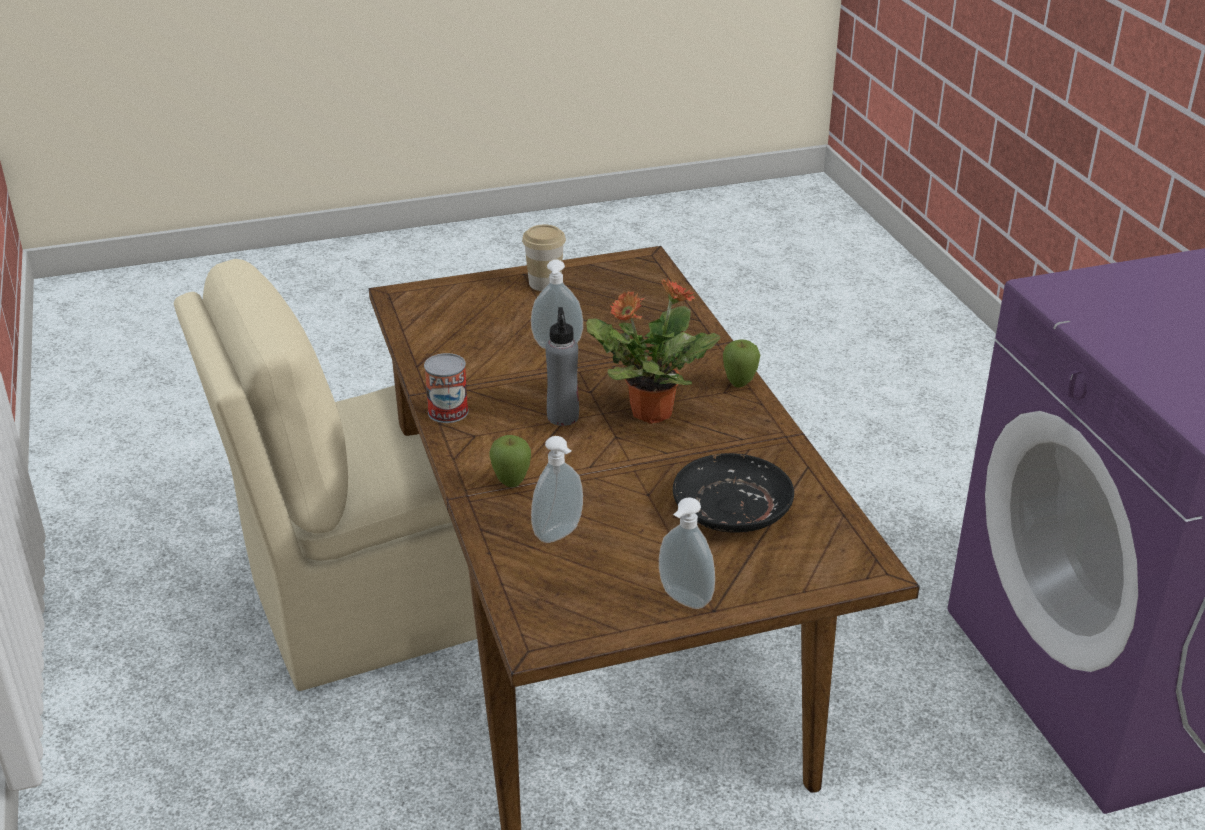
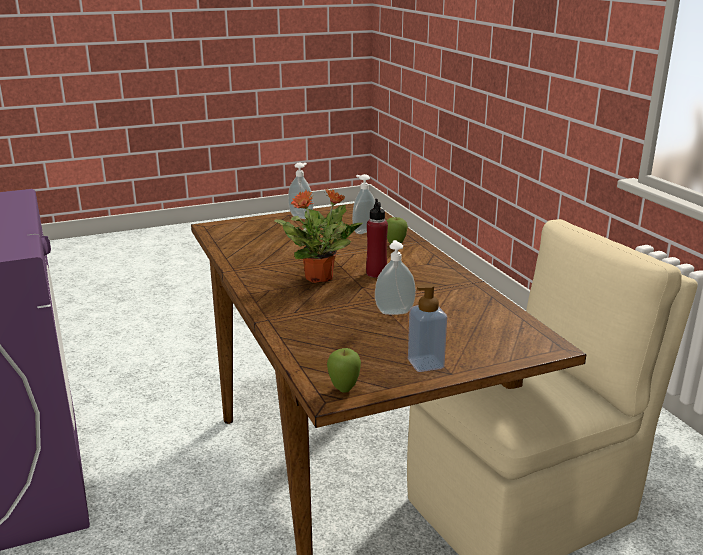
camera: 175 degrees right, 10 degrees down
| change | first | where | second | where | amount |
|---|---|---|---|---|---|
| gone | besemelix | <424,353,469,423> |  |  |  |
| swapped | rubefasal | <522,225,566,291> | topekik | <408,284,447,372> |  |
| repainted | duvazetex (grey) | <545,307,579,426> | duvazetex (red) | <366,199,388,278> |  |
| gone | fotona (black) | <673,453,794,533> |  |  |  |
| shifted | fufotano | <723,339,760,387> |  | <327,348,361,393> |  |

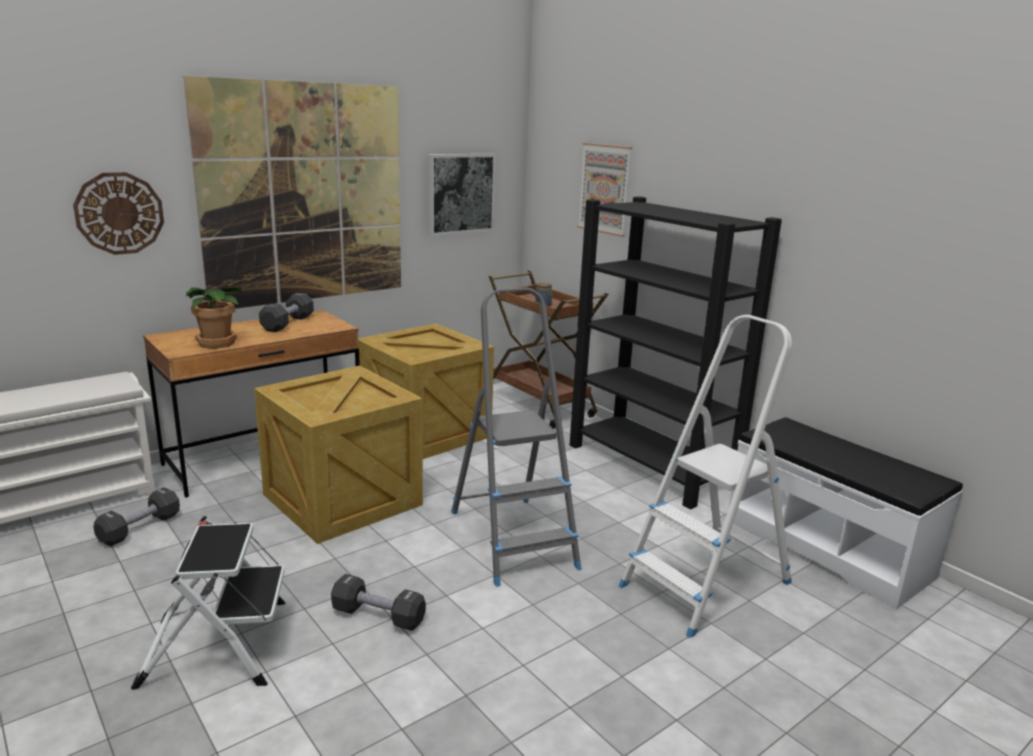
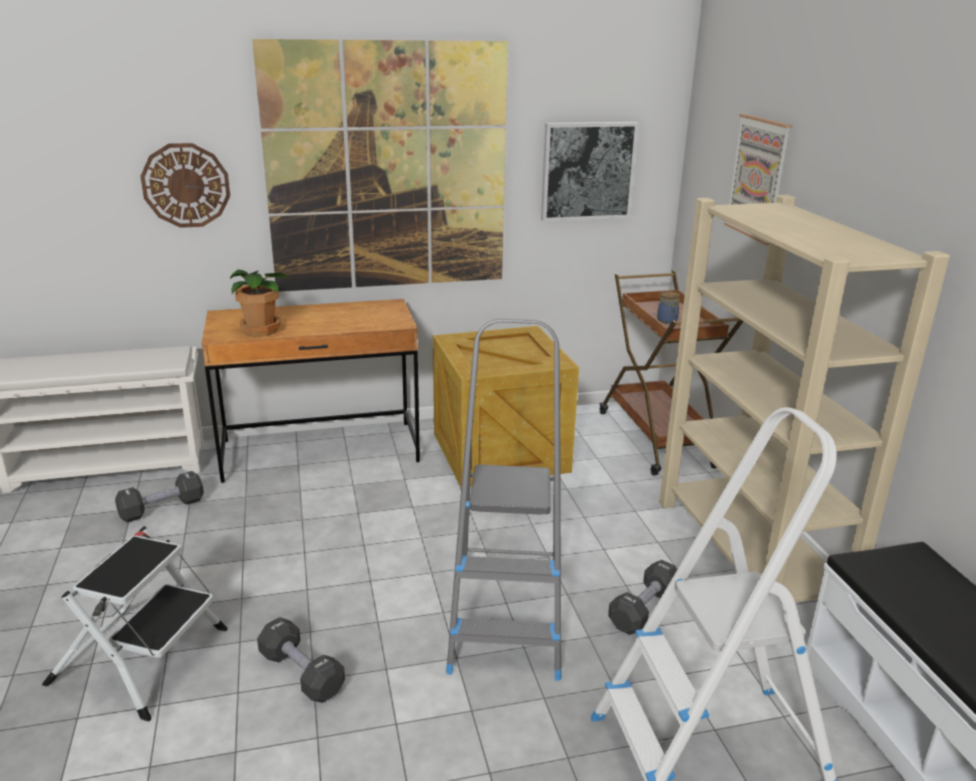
camera: 25 degrees right, 5 degrees up
| change | first | where | second | where | amount |
|---|---|---|---|---|---|
| gone | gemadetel | <254,366,423,544> |  |  |  |
| shifted | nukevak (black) | <259,292,314,332> |  | <608,560,677,635> |  |
| repainted | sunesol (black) | <570,196,782,509> | sunesol (beige) | <659,195,950,602> |  |

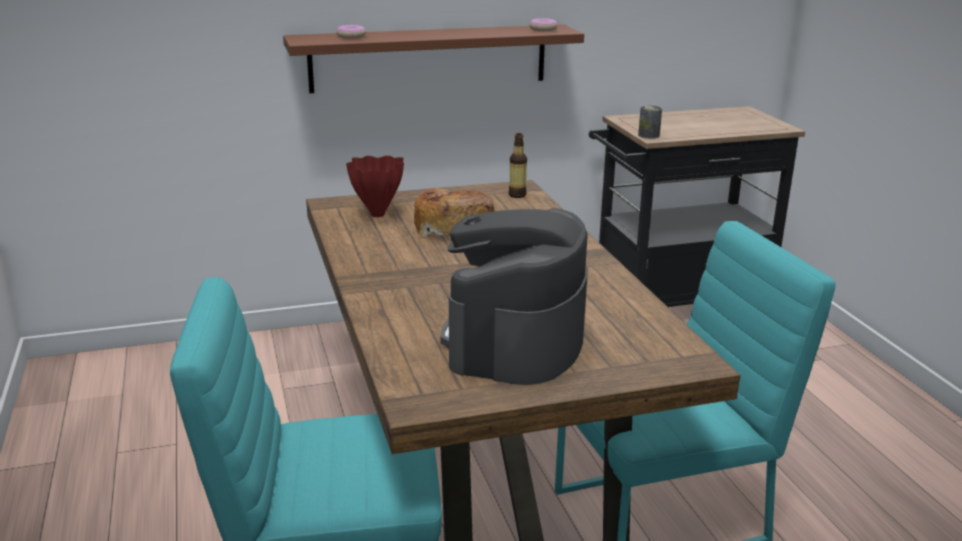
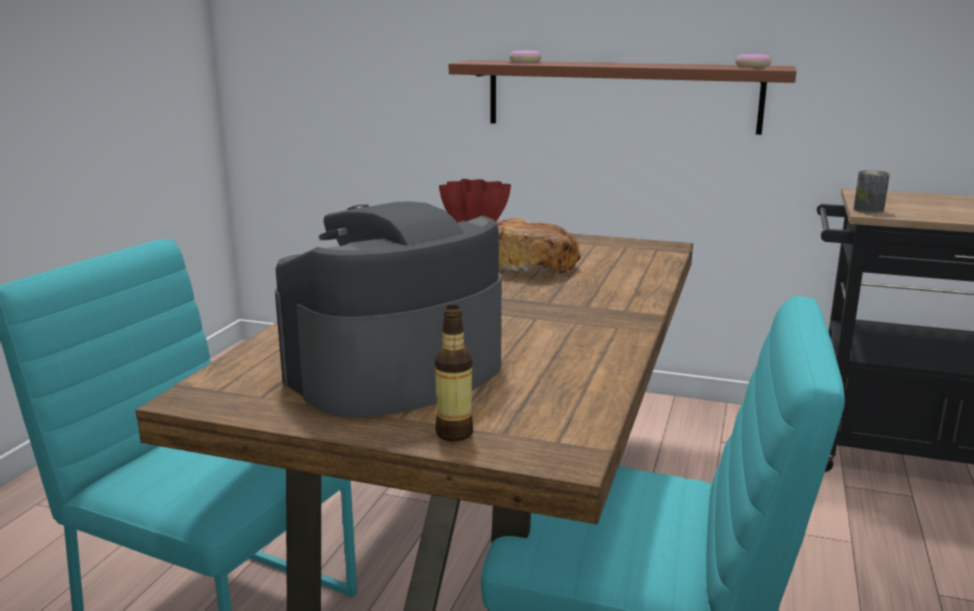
camera: 35 degrees right, 5 degrees down
| change | first | where | second | where | amount |
|---|---|---|---|---|---|
| shifted | duvazetex | <509,133,527,198> |  | <435,305,473,442> |  |

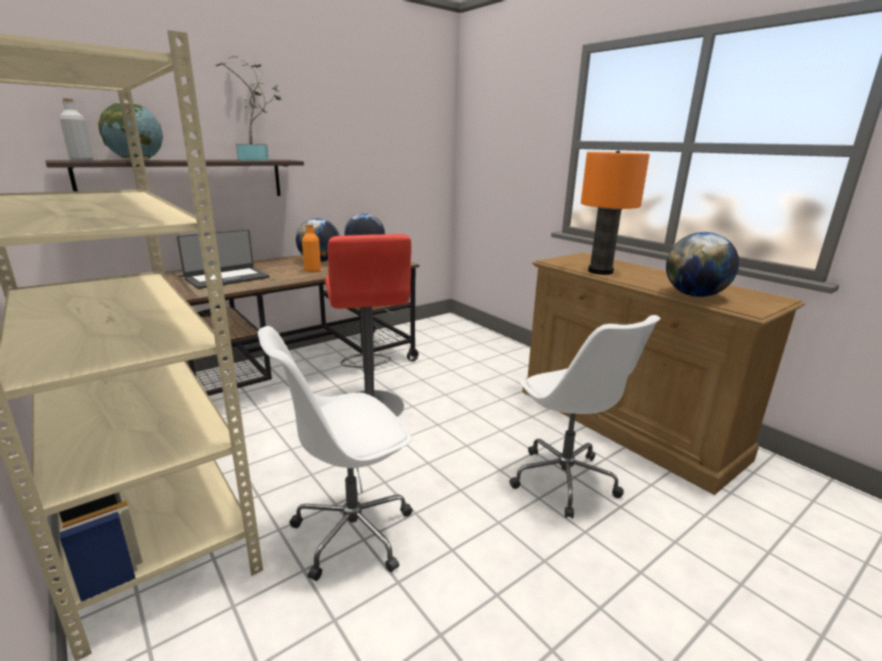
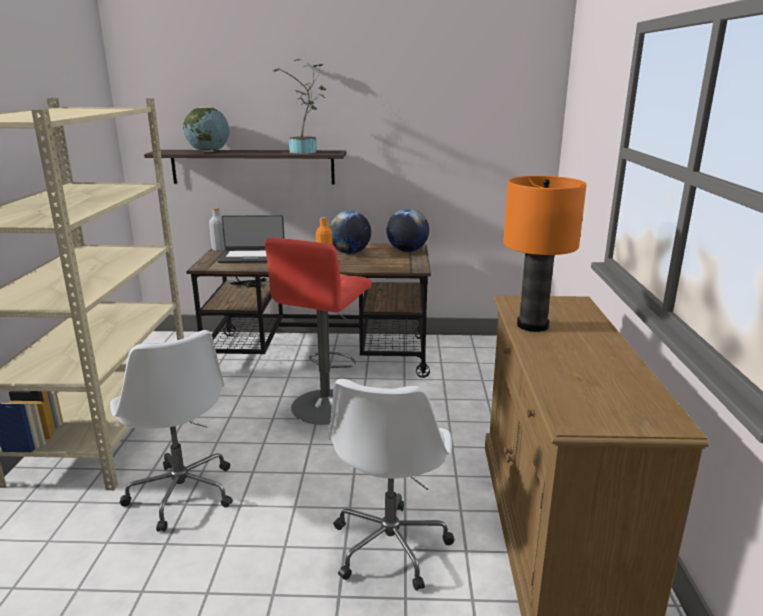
camera: 40 degrees right, 0 degrees up
| change | first | where | second | where | amount |
|---|---|---|---|---|---|
| shifted | duvazetex (grey) | <60,98,93,161> |  | <209,208,225,252> |  |
| rotated | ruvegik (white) | <258,326,413,581> |  | <110,330,233,532> | 135 degrees counterclockwise |
| gone | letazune | <666,232,739,297> |  |  |  |

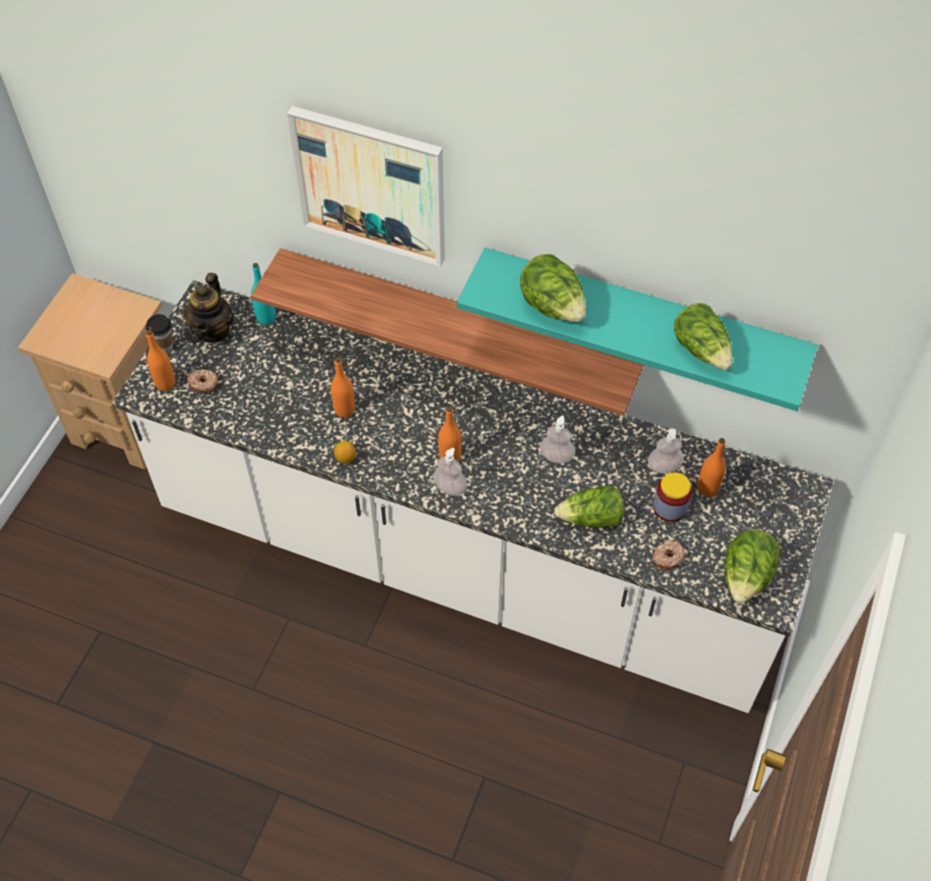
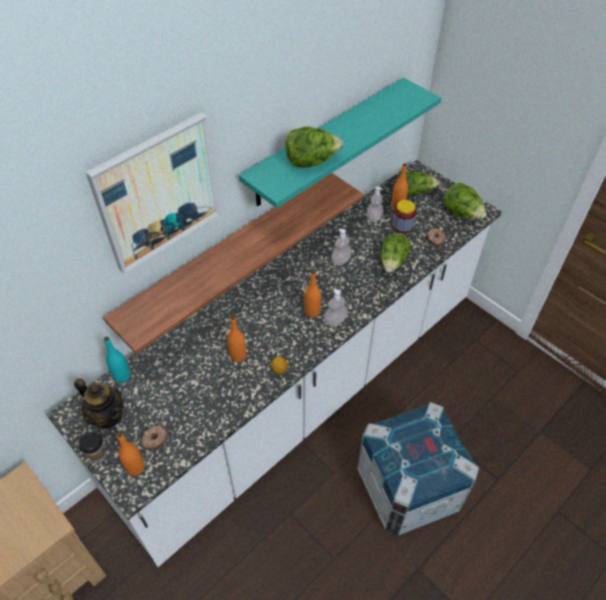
camera: 65 degrees left, 5 degrees down
| change | first | where | second | where | amount |
|---|---|---|---|---|---|
| shifted | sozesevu | <674,303,732,370> |  | <399,172,439,196> |  |
| new |  |  | gemadetel | <357,402,479,536> |  |

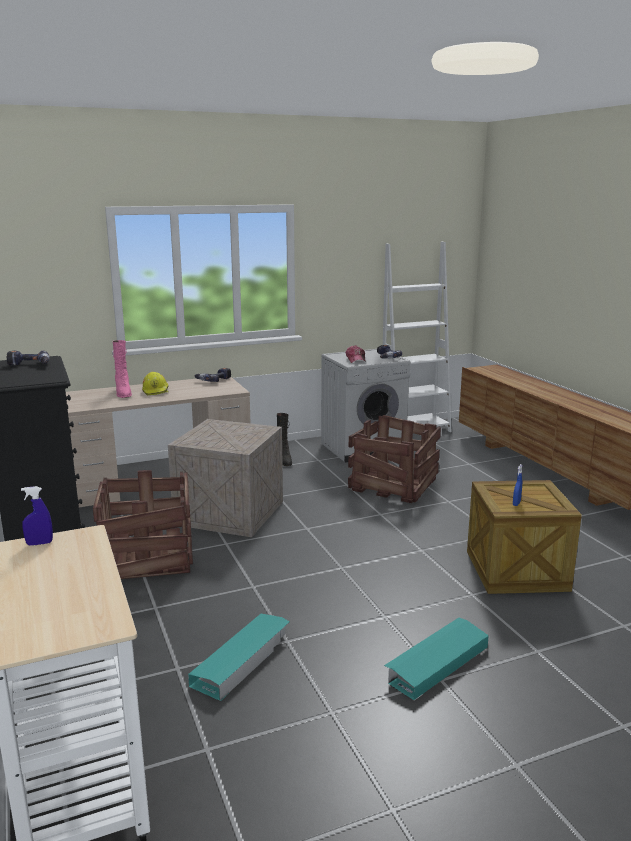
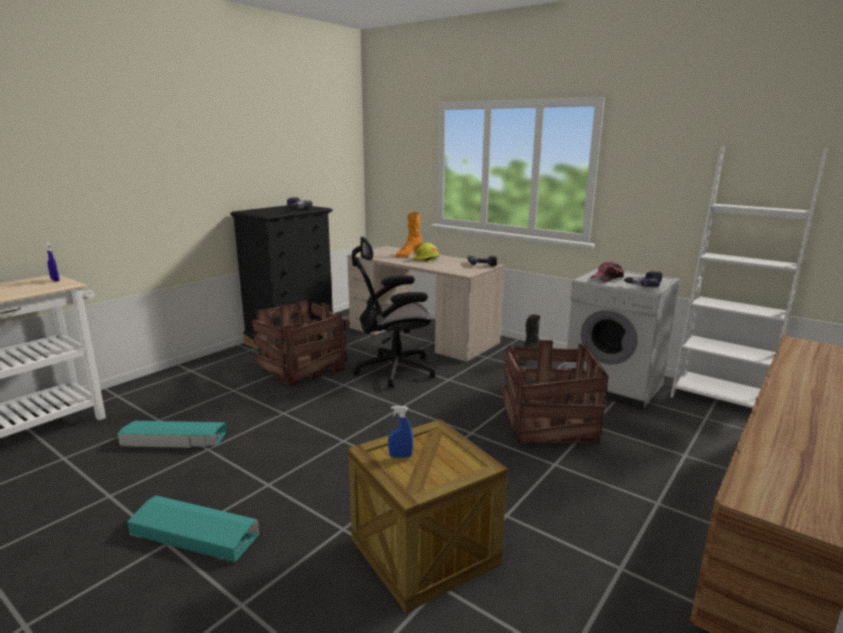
camera: 60 degrees right, 0 degrees up
| change | first | where | second | where | amount |
|---|---|---|---|---|---|
| repainted | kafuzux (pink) | <113,340,132,398> | kafuzux (orange) | <395,212,422,257> |  |
| swapped | gemadetel | <168,419,283,537> | ruvegik | <352,237,436,388> |  |

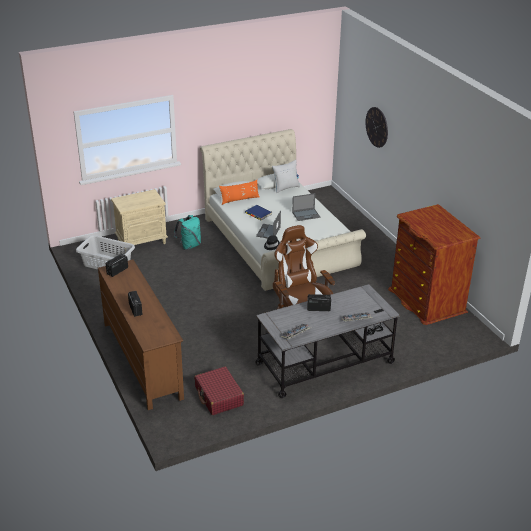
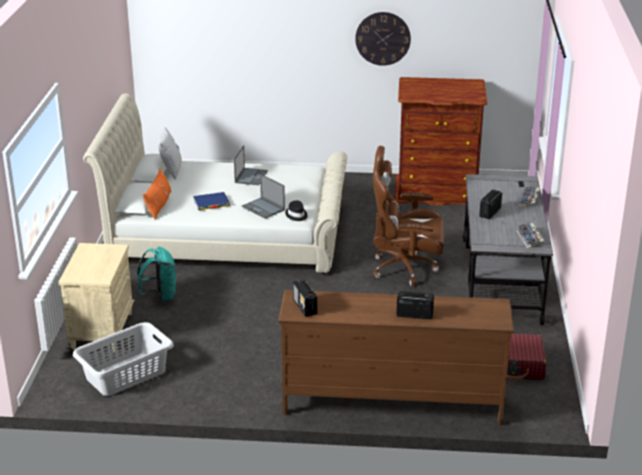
camera: 60 degrees left, 5 degrees down
| change | first | where | second | where | amount |
|---|---|---|---|---|---|
| shifted | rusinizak | <366,107,388,148> |  | <355,12,411,66> |  |

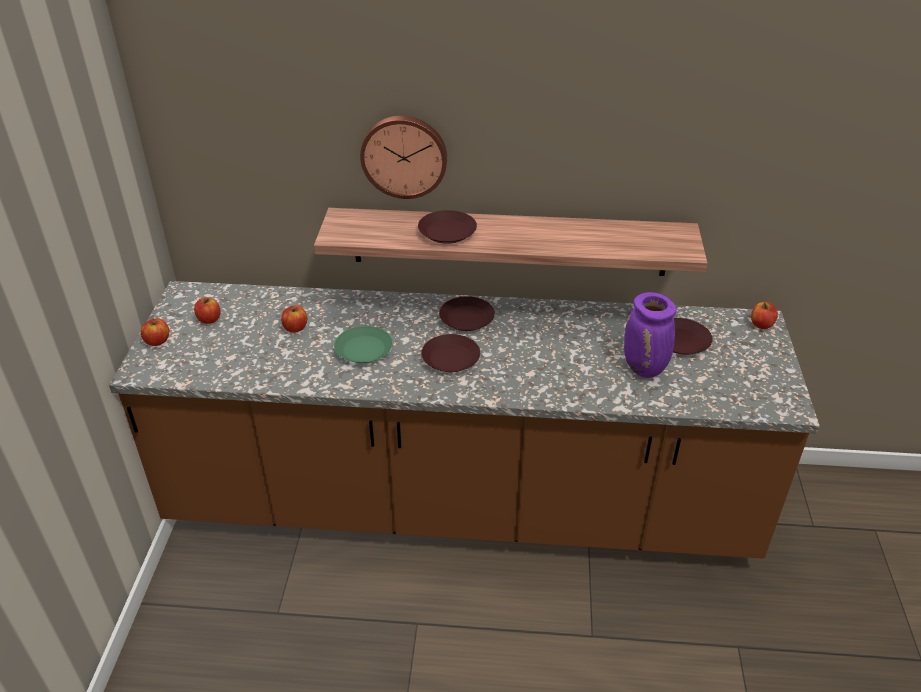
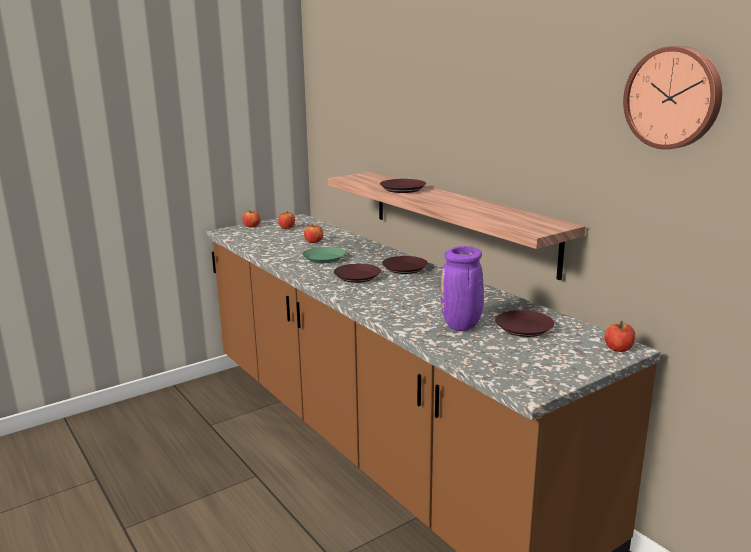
camera: 50 degrees right, 20 degrees down
| change | first | where | second | where | amount |
|---|---|---|---|---|---|
| shifted | rusinizak | <360,116,447,199> |  | <623,46,722,149> |  |

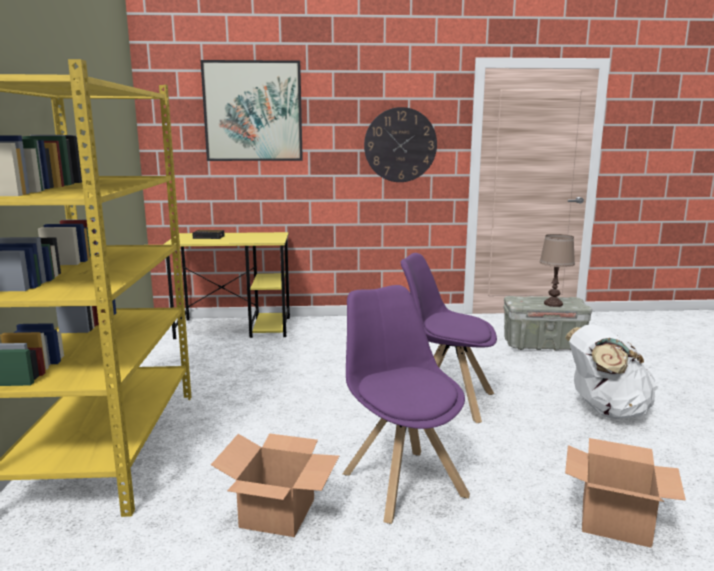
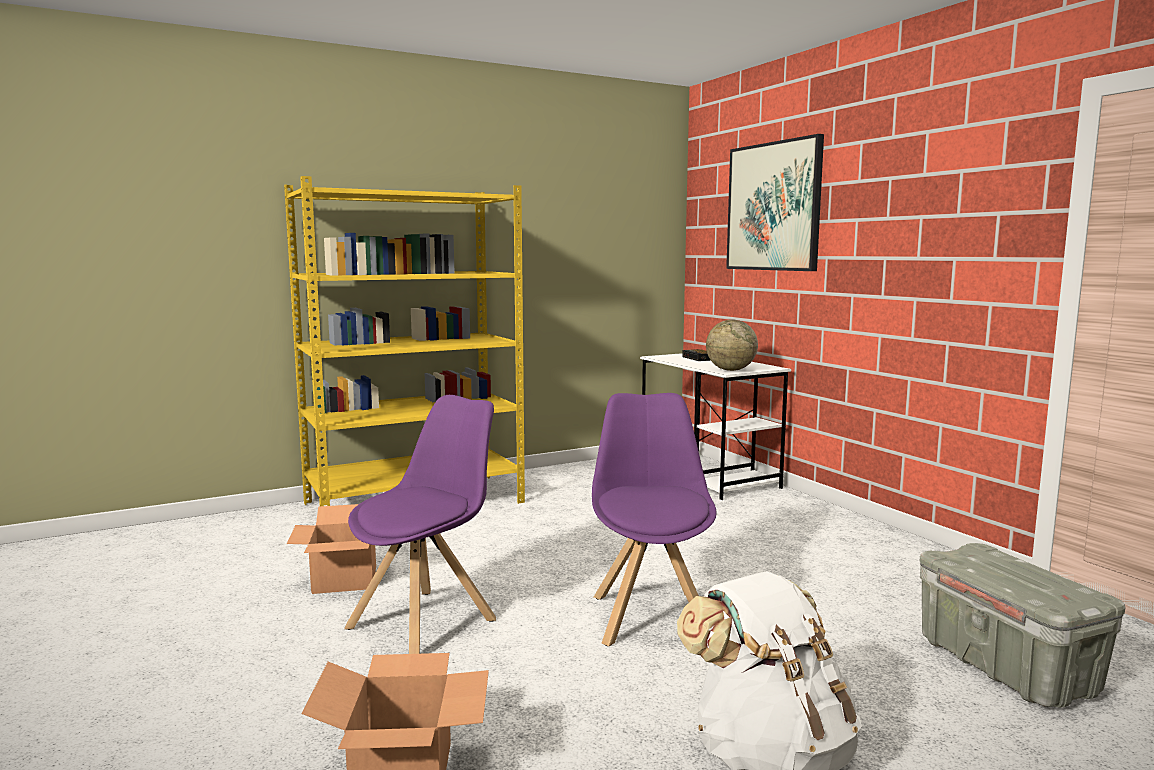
camera: 65 degrees right, 5 degrees down
| change | first | where | second | where | amount |
|---|---|---|---|---|---|
| repainted | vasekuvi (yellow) | <163,232,290,339> | vasekuvi (white) | <640,353,791,500> |  |
| gone | rusinizak | <364,107,437,182> |  |  |  |
| gone | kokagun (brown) | <540,234,575,307> |  |  |  |
| new |  |  | letazune | <706,320,758,371> |  |

